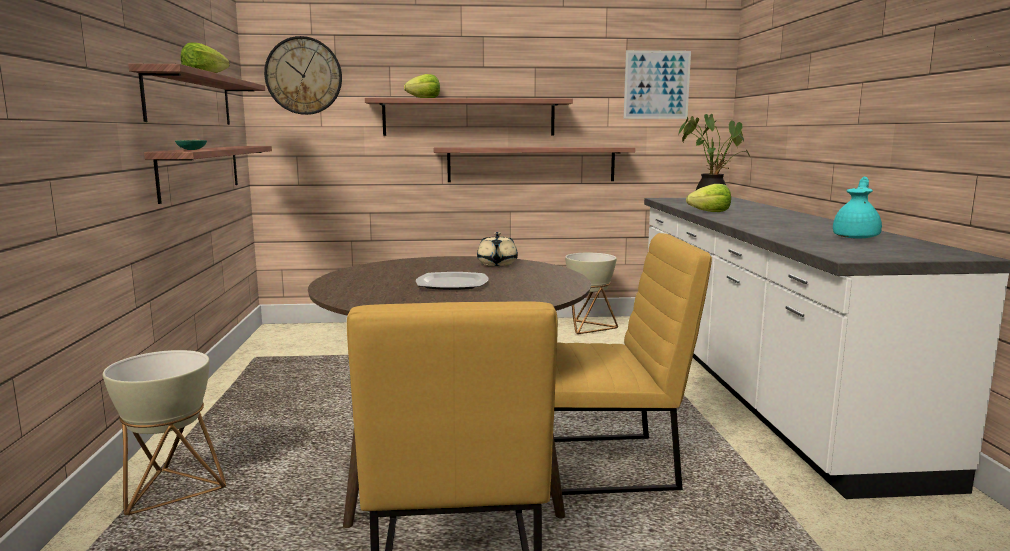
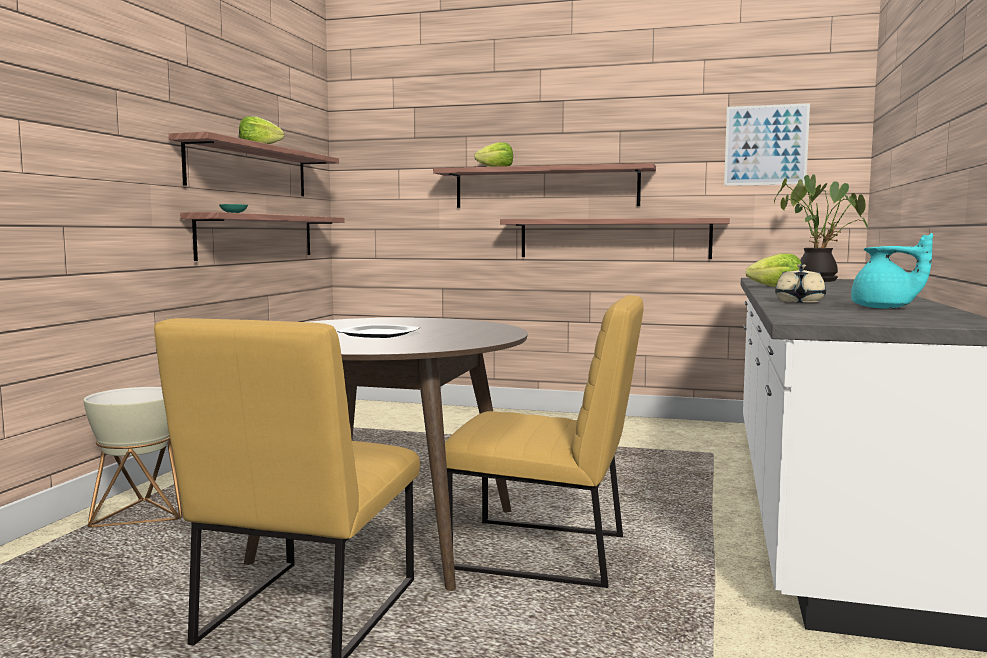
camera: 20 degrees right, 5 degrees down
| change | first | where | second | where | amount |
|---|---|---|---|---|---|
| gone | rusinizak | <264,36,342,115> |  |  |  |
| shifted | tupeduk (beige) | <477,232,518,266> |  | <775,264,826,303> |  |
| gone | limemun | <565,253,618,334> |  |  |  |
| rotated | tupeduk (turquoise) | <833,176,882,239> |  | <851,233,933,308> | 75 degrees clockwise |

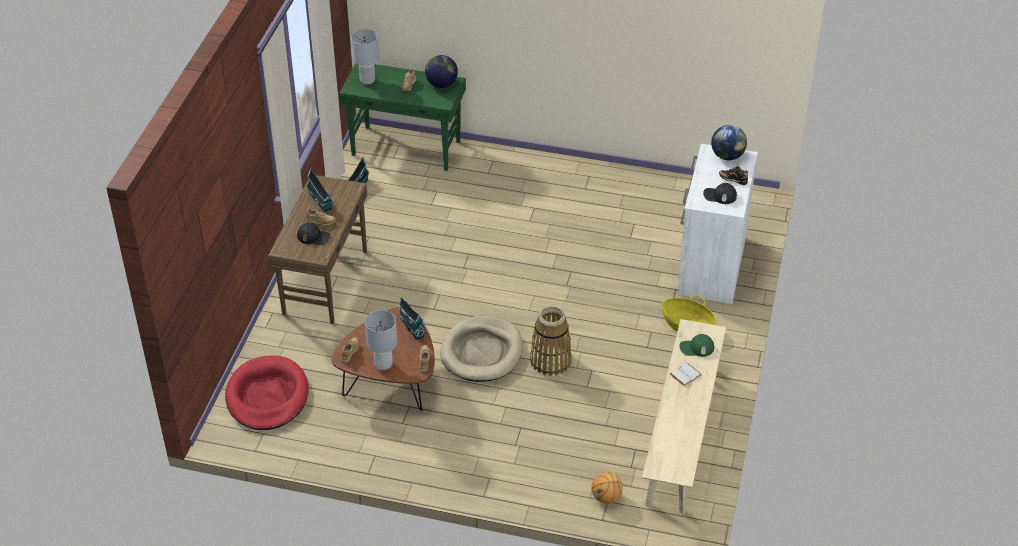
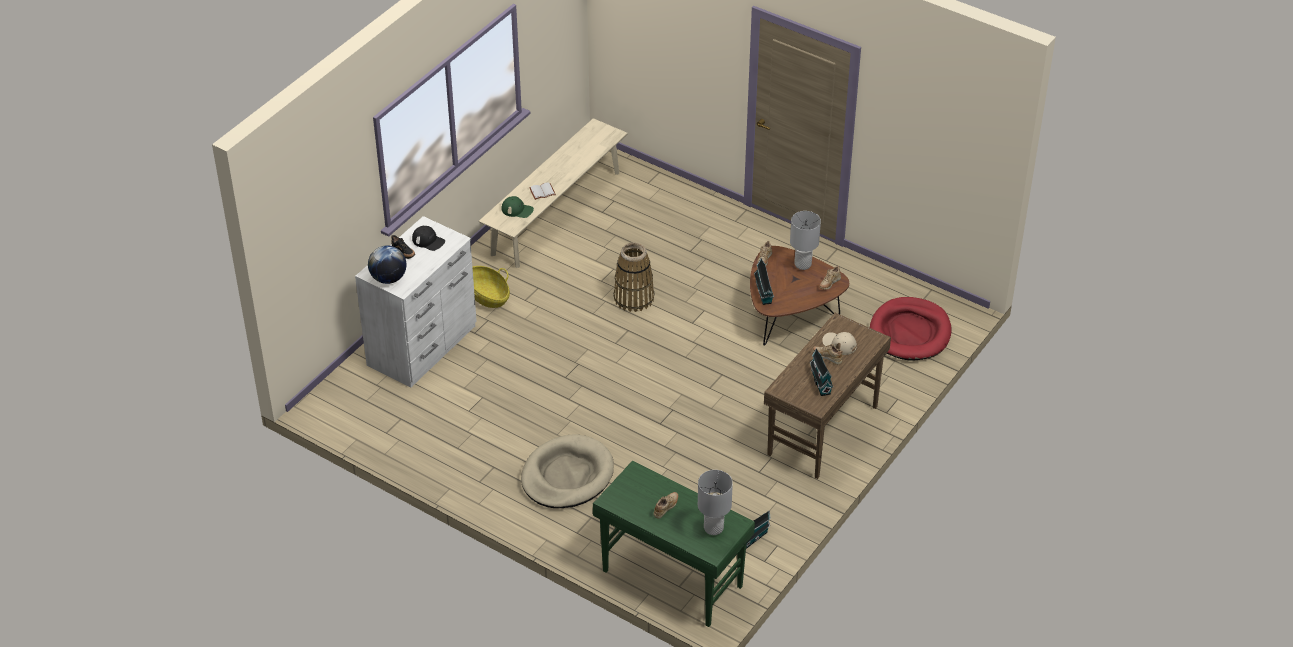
camera: 160 degrees left, 0 degrees up
| change | first | where | second | where | amount |
|---|---|---|---|---|---|
| repainted | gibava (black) | <297,223,330,245> | gibava (beige) | <822,332,857,355> |  |
| gone | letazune | <425,55,458,88> |  |  |  |
| shifted | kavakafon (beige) | <440,316,523,382> |  | <521,434,614,508> |  |
| gone | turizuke | <591,472,623,504> |  |  |  |

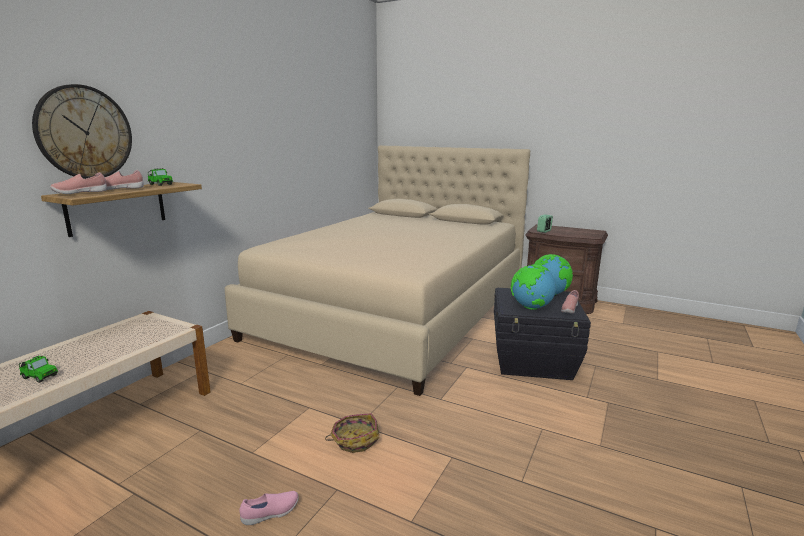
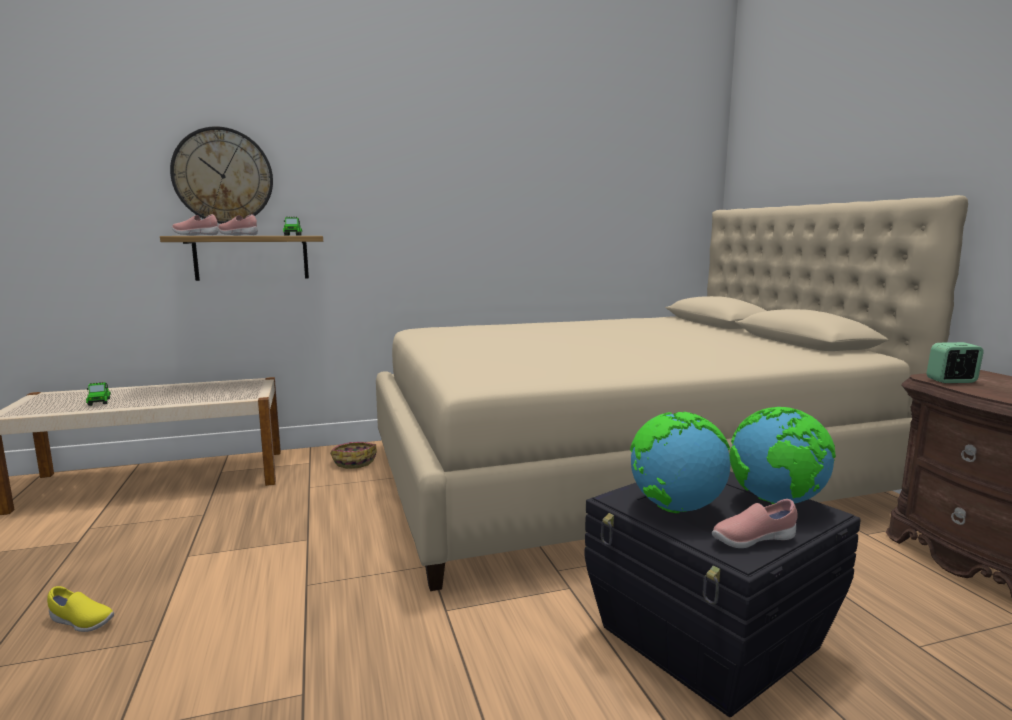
camera: 45 degrees right, 5 degrees down
| change | first | where | second | where | amount |
|---|---|---|---|---|---|
| repainted | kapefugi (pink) | <239,491,298,525> | kapefugi (yellow) | <47,586,114,632> |  |
| shifted | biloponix | <325,414,380,453> |  | <330,442,377,469> |  |

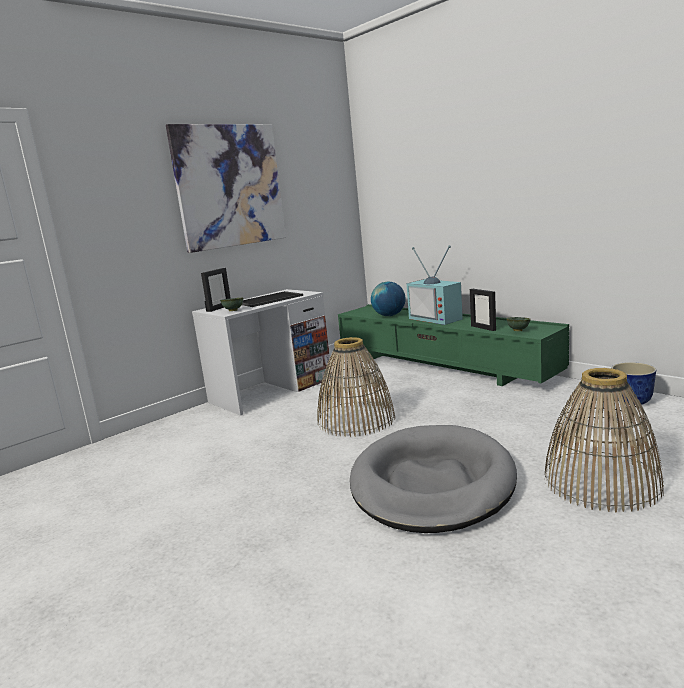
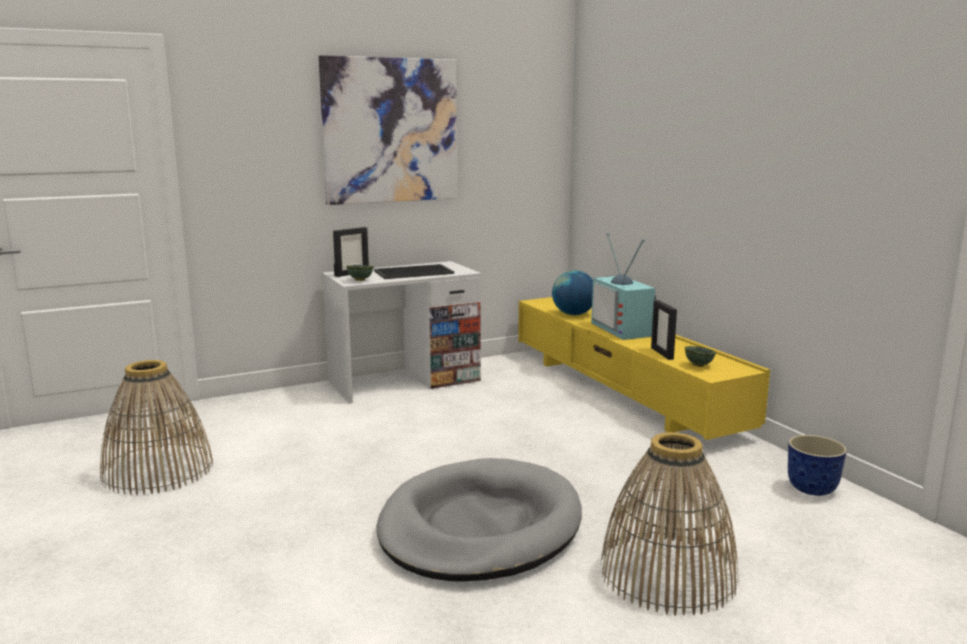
camera: 15 degrees right, 0 degrees up
| change | first | where | second | where | amount |
|---|---|---|---|---|---|
| shifted | biloponix | <318,337,395,437> |  | <100,360,213,496> |  |
| repainted | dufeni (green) | <338,304,569,386> | dufeni (yellow) | <518,297,770,440> |  |

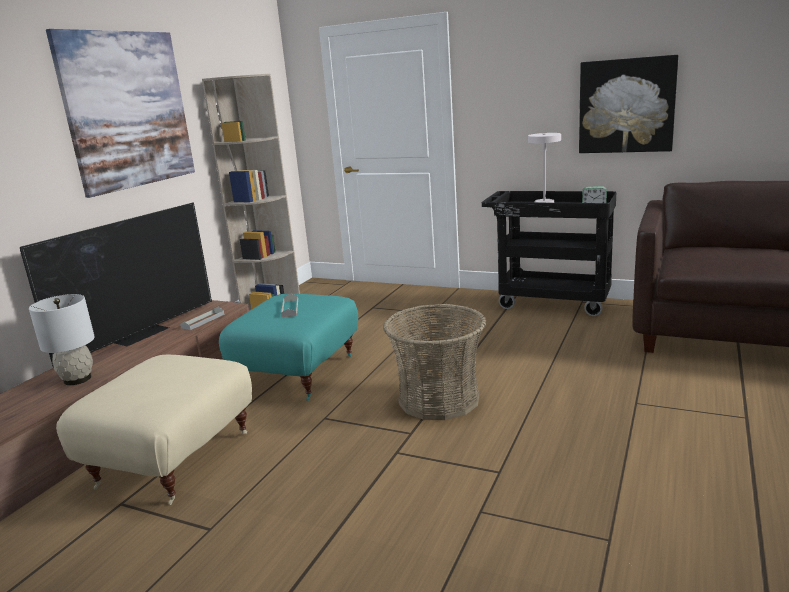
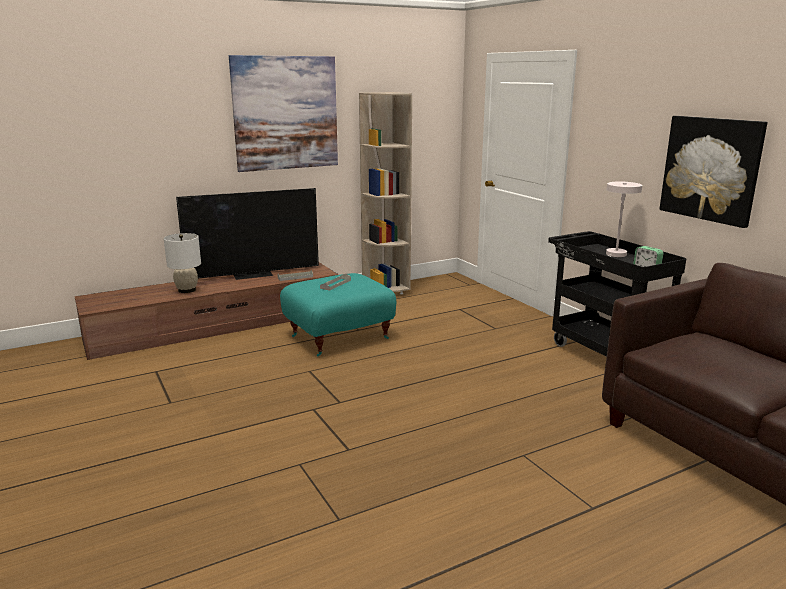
camera: 35 degrees right, 0 degrees up
| change | first | where | second | where | amount |
|---|---|---|---|---|---|
| gone | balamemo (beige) | <56,355,252,505> |  |  |  |
| gone | biloponix | <383,304,486,420> |  |  |  |

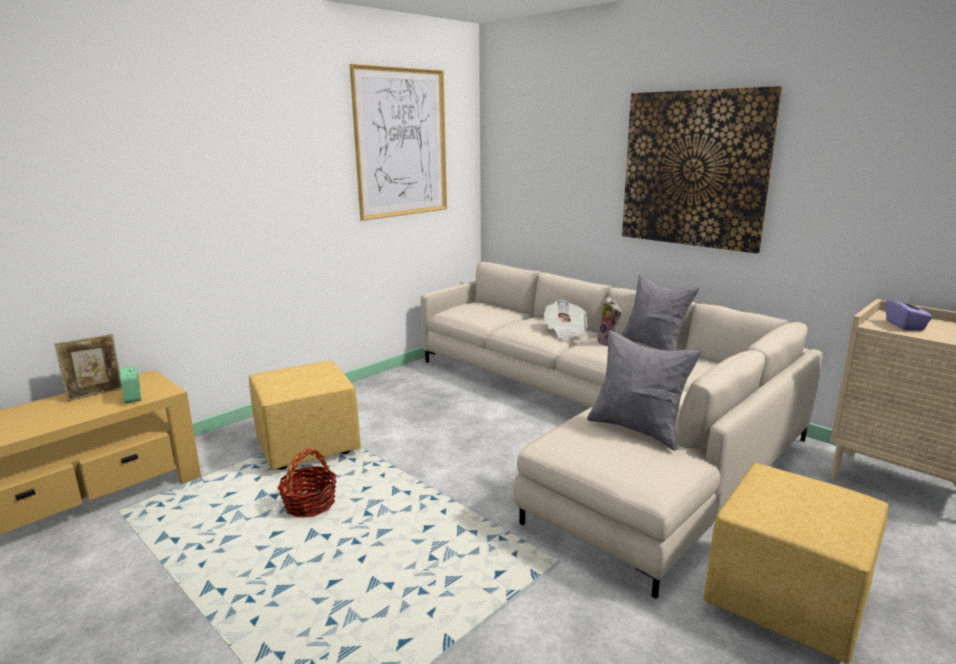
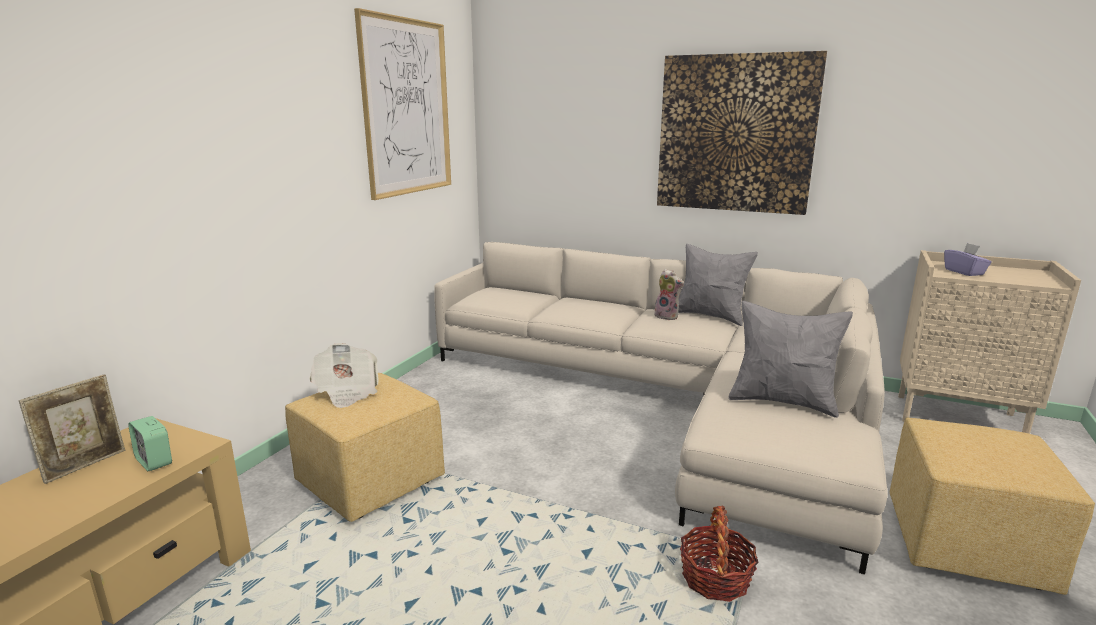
camera: 20 degrees left, 0 degrees up
| change | first | where | second | where | amount |
|---|---|---|---|---|---|
| shifted | biloponix | <278,449,336,518> |  | <680,506,759,602> |  |
| shifted | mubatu | <543,300,587,340> |  | <309,343,379,408> |  |

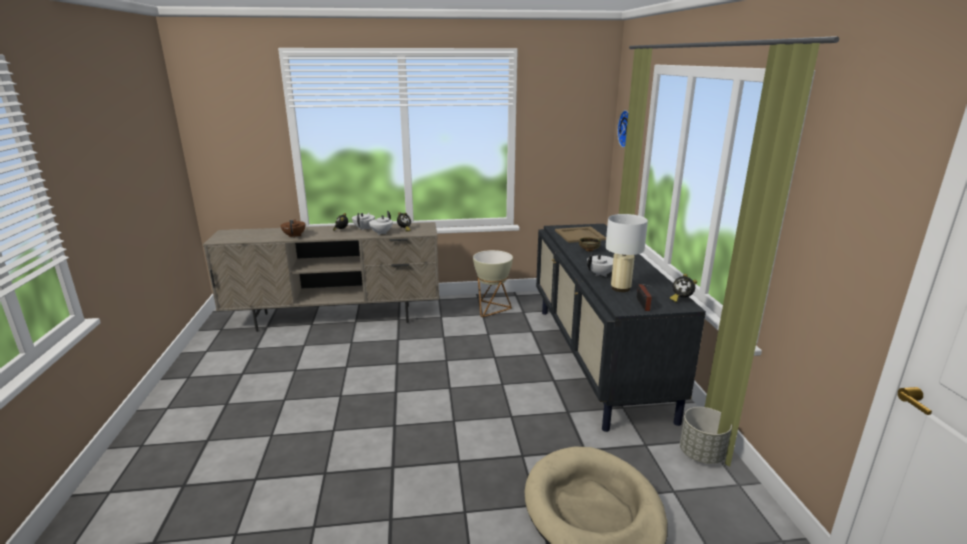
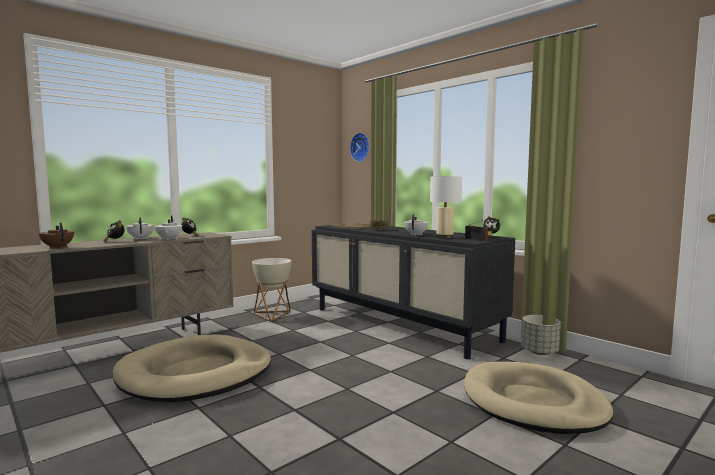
camera: 35 degrees left, 15 degrees down
| change | first | where | second | where | amount |
|---|---|---|---|---|---|
| new |  |  | kavakafon (beige) | <113,335,271,402> |  |

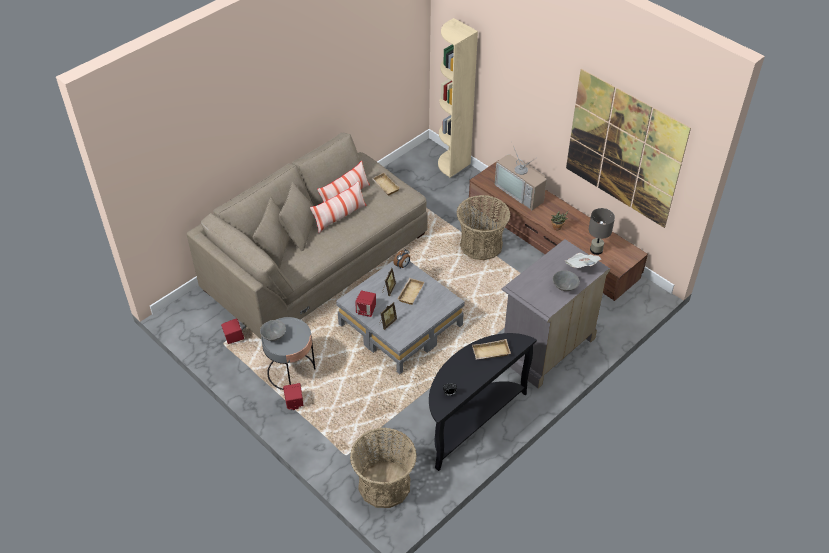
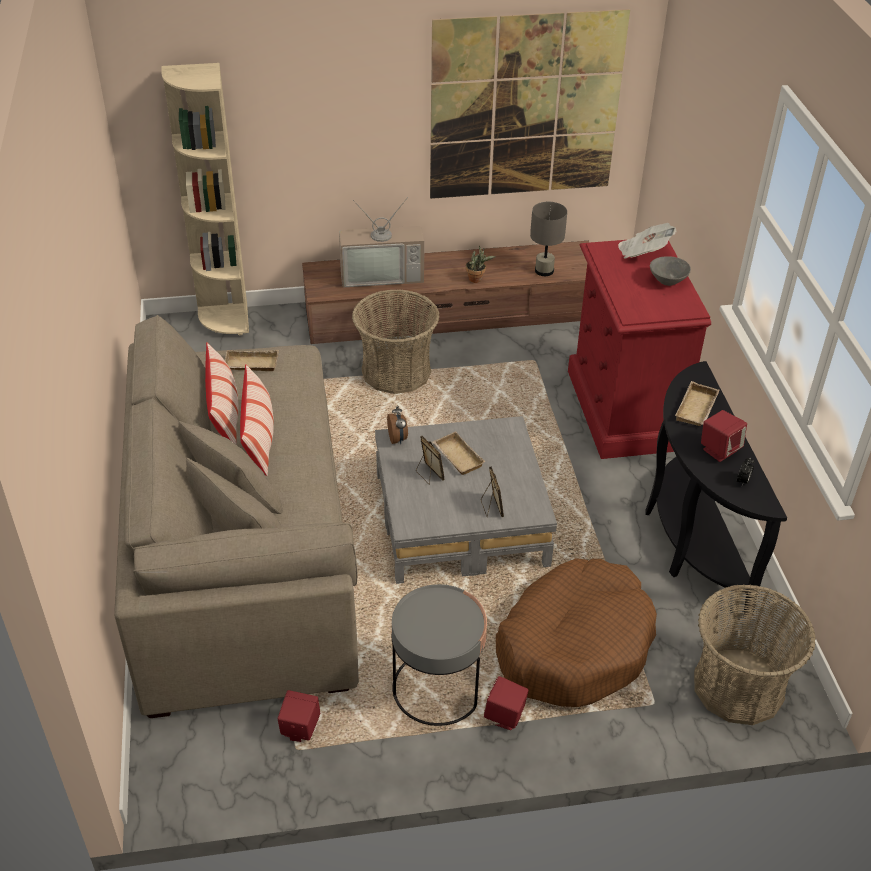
camera: 55 degrees left, 5 degrees down
| change | first | where | second | where | amount |
|---|---|---|---|---|---|
| gone | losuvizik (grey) | <260,320,286,341> |  |  |  |
| shifted | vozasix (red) | <355,291,376,317> |  | <701,410,747,462> |  |
| repainted | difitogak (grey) | <501,239,611,388> | difitogak (red) | <568,240,711,459> |  |
| new |  |  | kavakafon (brown) | <496,558,657,707> |  |

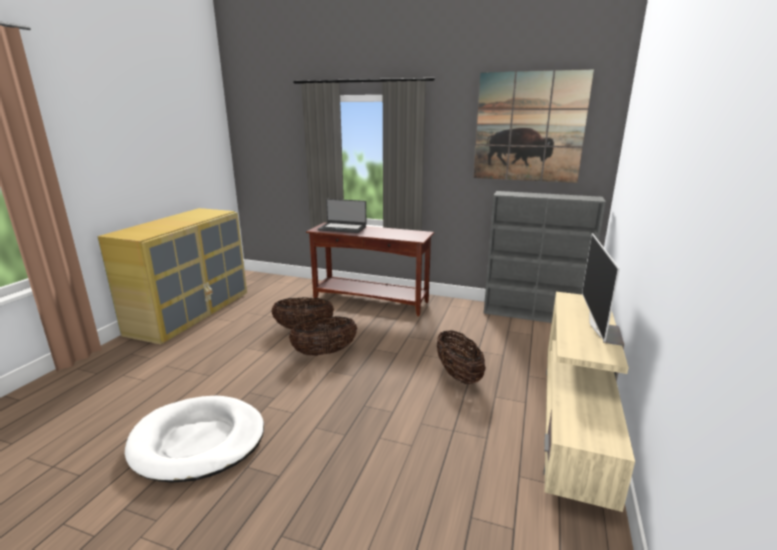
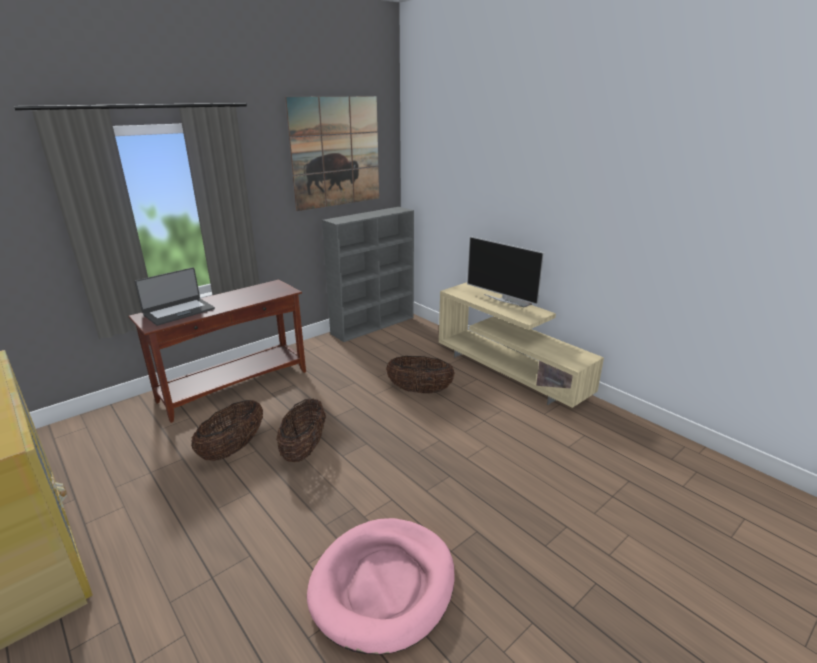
camera: 60 degrees left, 5 degrees up
| change | first | where | second | where | amount |
|---|---|---|---|---|---|
| repainted | kavakafon (white) | <125,396,264,483> | kavakafon (pink) | <307,518,455,655> |  |

